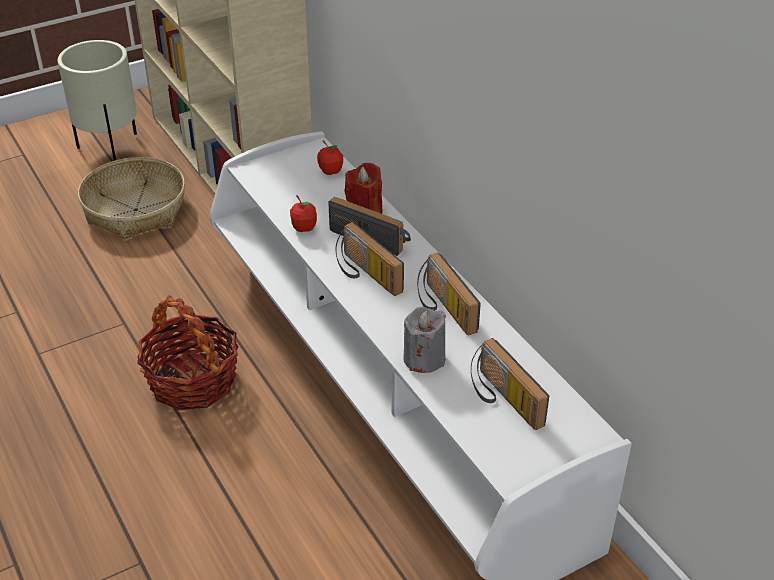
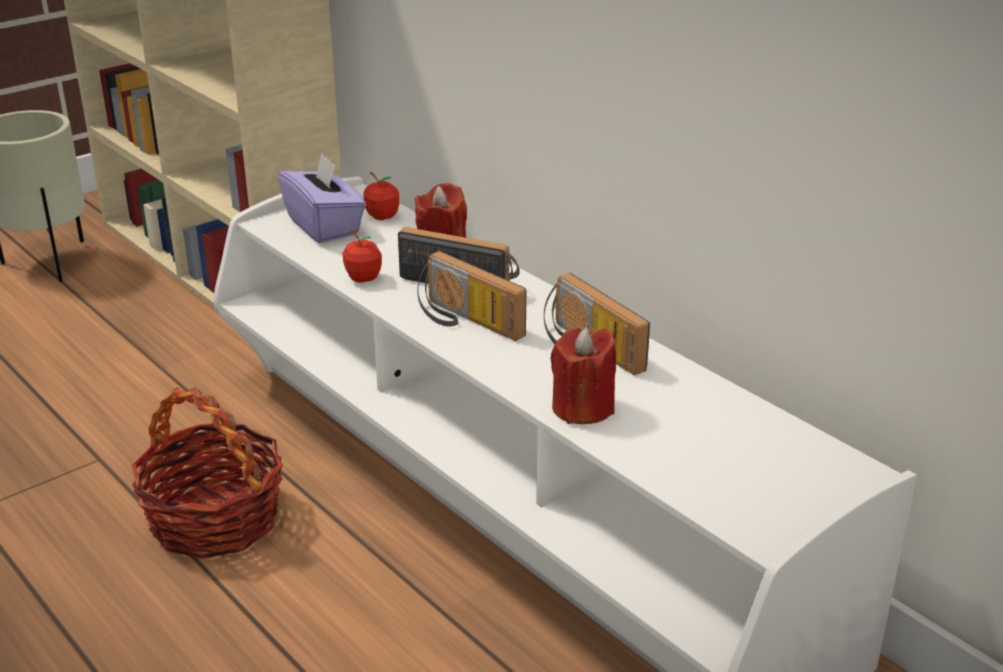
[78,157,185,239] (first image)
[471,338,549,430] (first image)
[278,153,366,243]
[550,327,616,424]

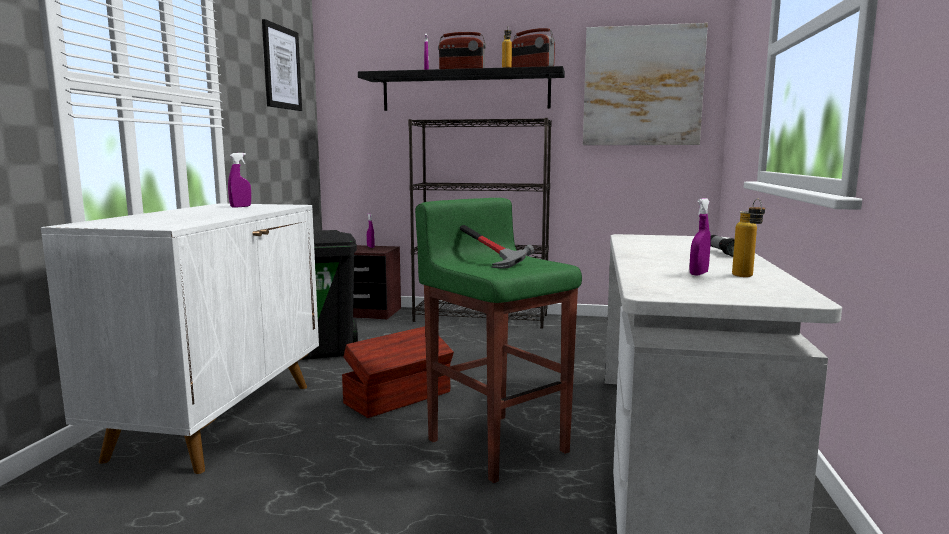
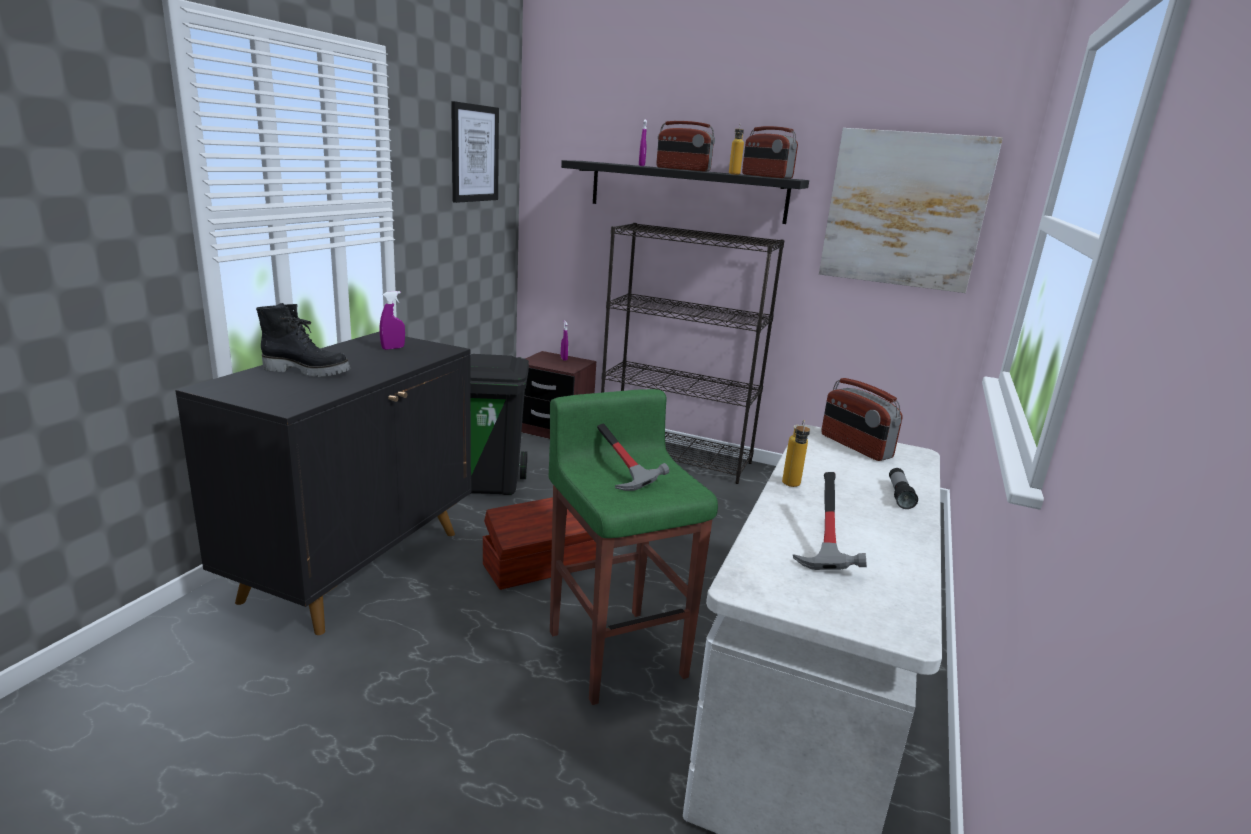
[256,303,351,377]
[821,378,903,461]
[782,420,810,487]
[793,472,867,570]
[175,331,471,635]

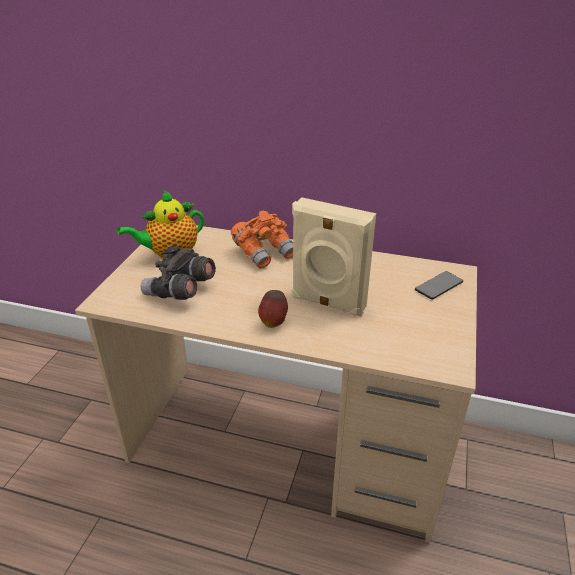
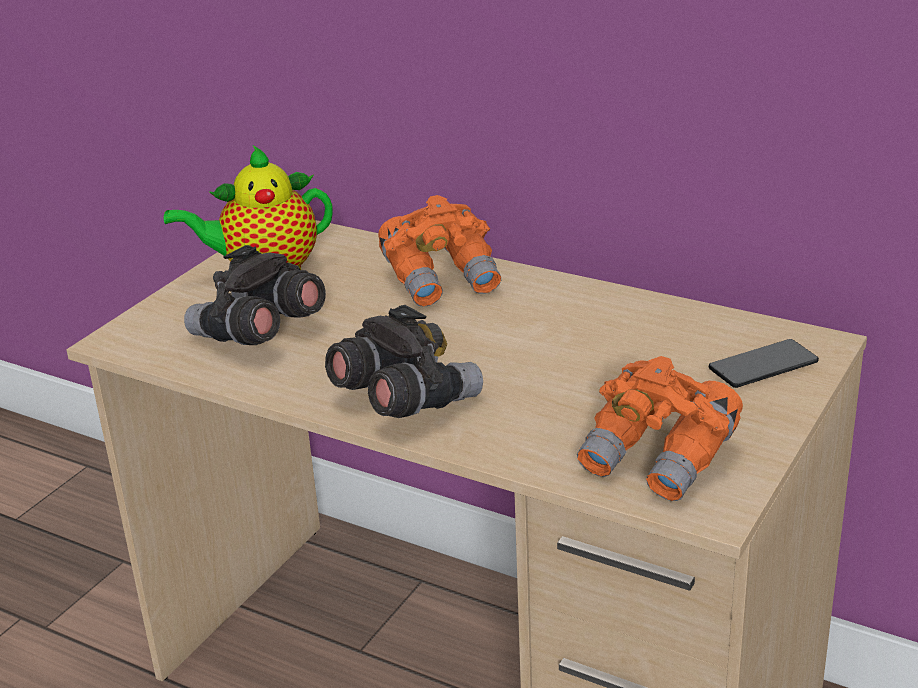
[292,197,376,317] (first image)
[577,356,743,501]
[325,305,483,418]

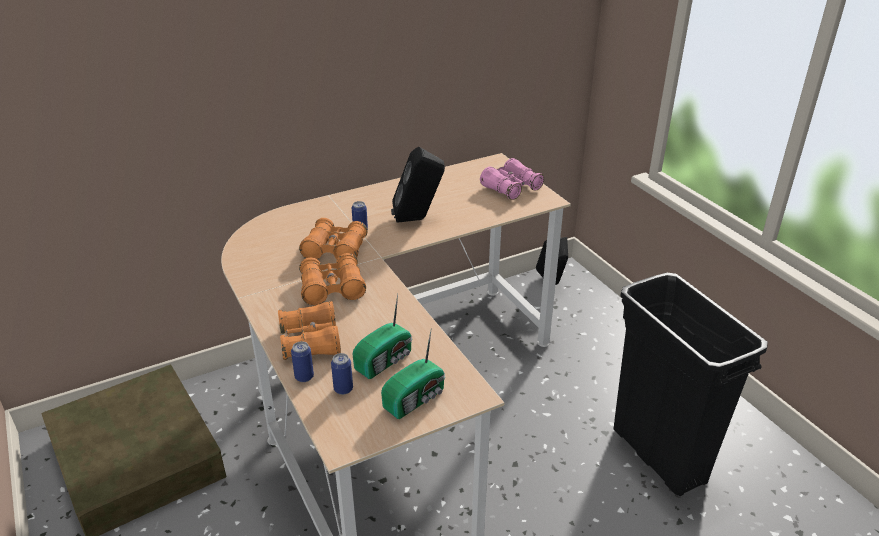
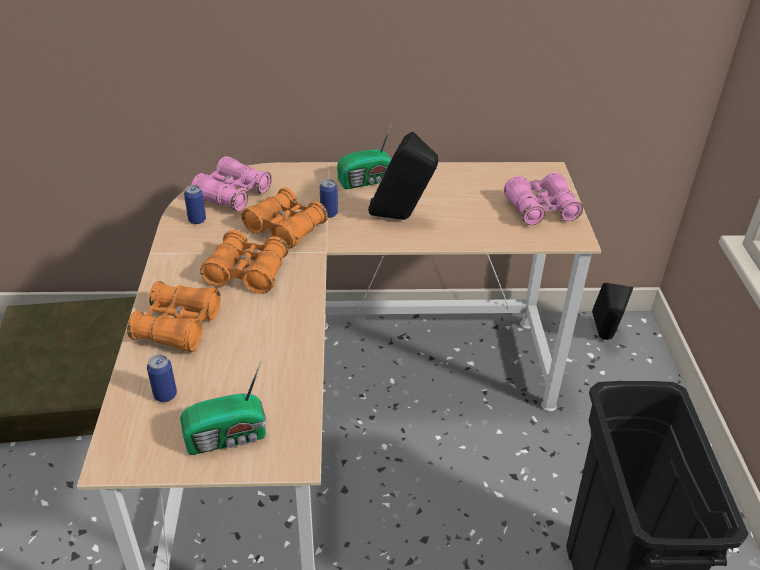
[191,156,272,212]
[184,185,206,224]
[337,125,391,189]

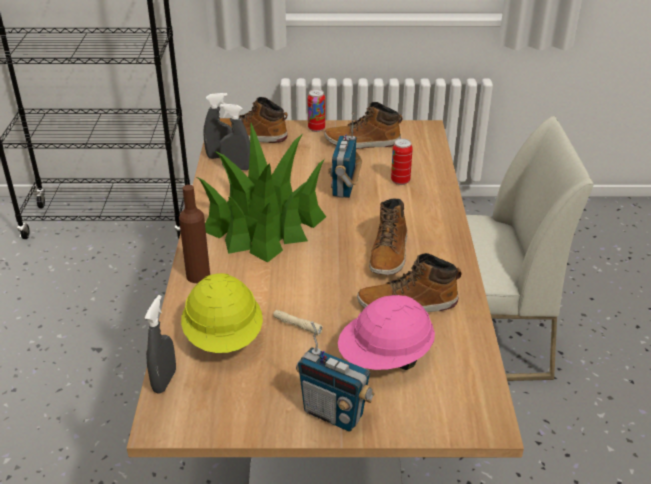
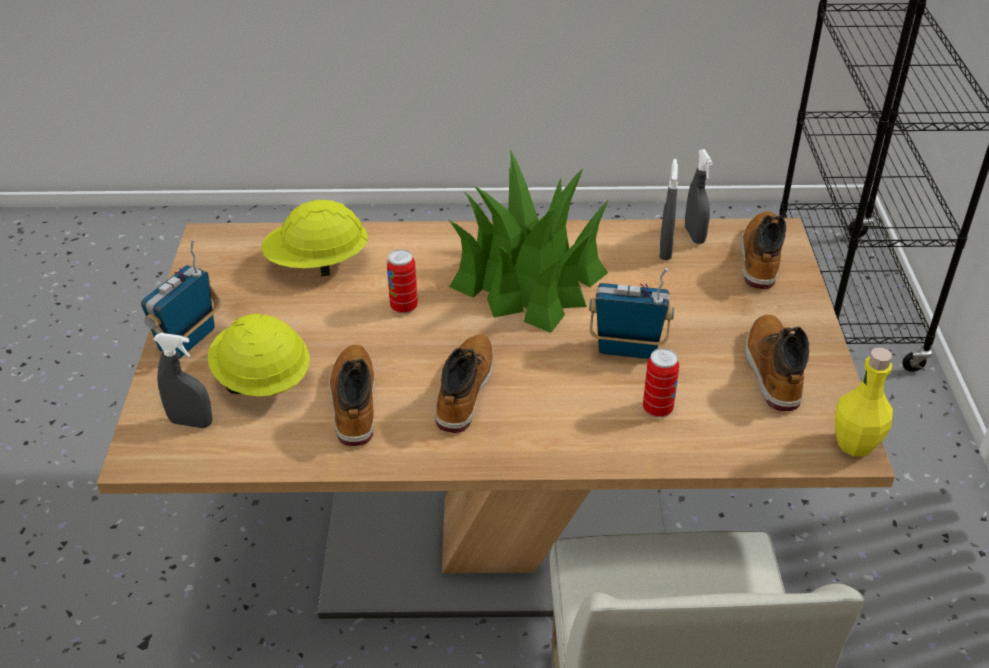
[179,185,210,283] (first image)
[273,310,323,335] (first image)
[835,348,893,457]
[153,333,212,428]
[387,249,418,314]
[208,313,310,396]
[435,335,494,433]

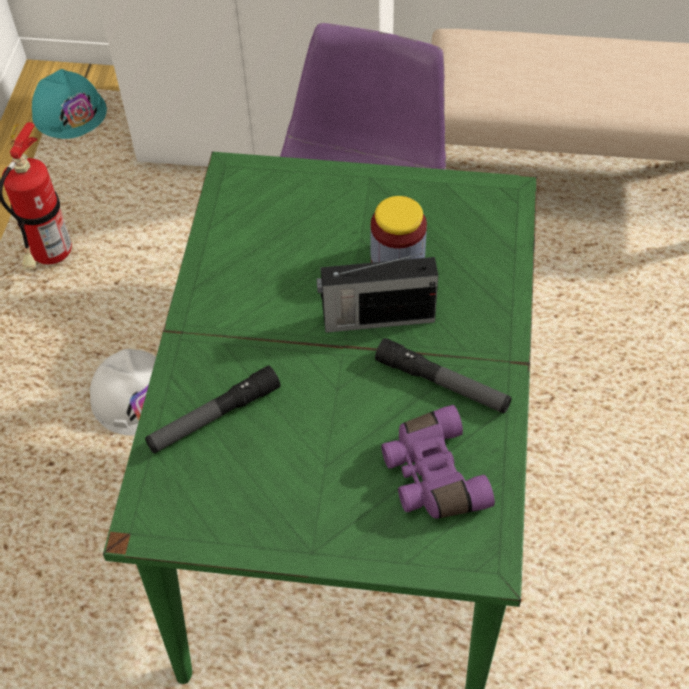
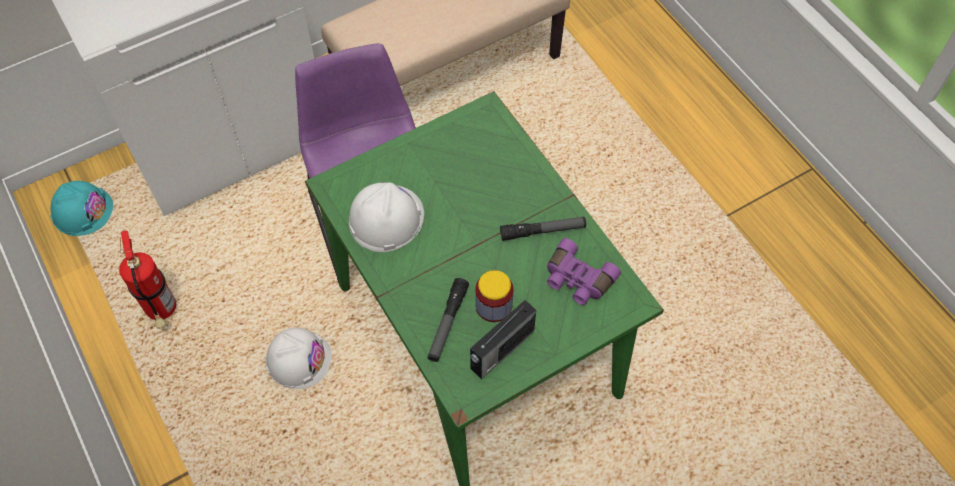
[349,182,424,252]
[470,300,536,380]
[475,270,513,322]

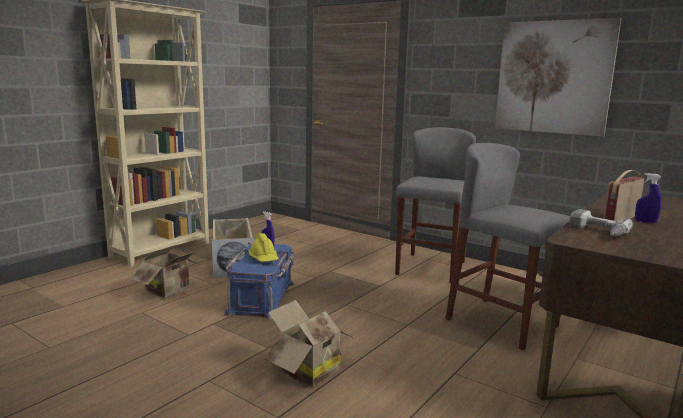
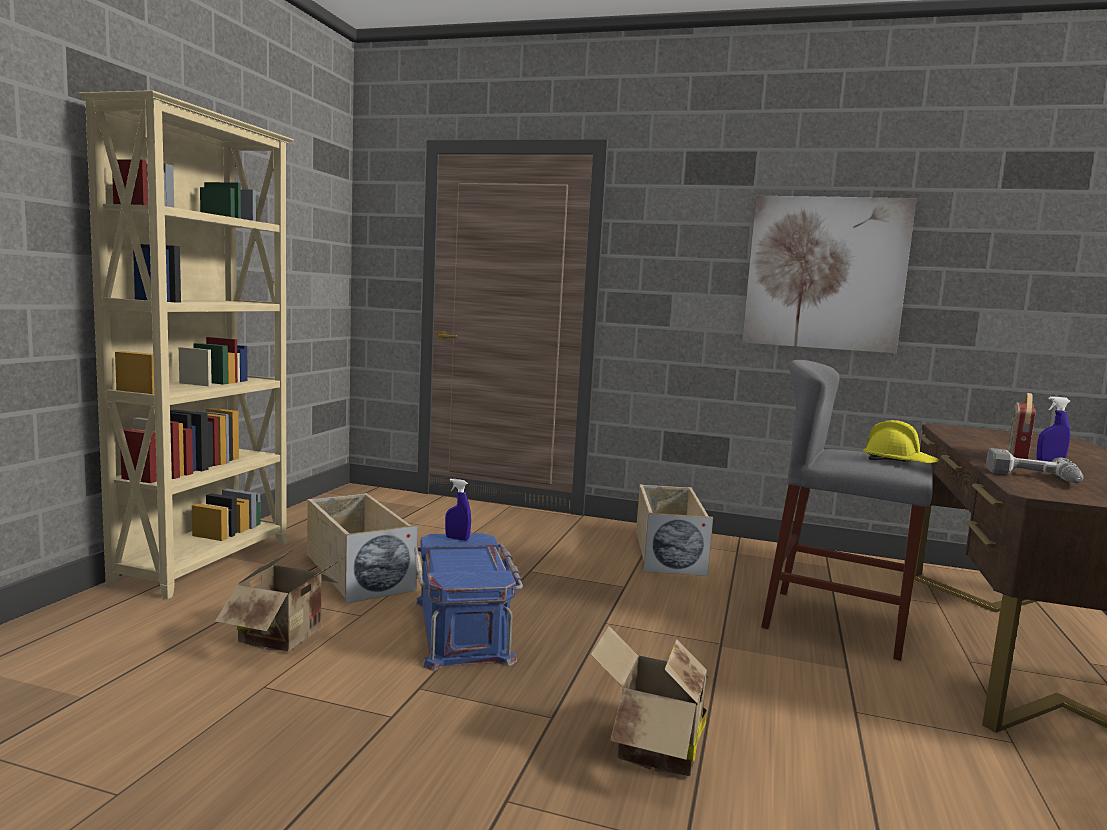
[863,420,939,463]
[636,484,713,576]

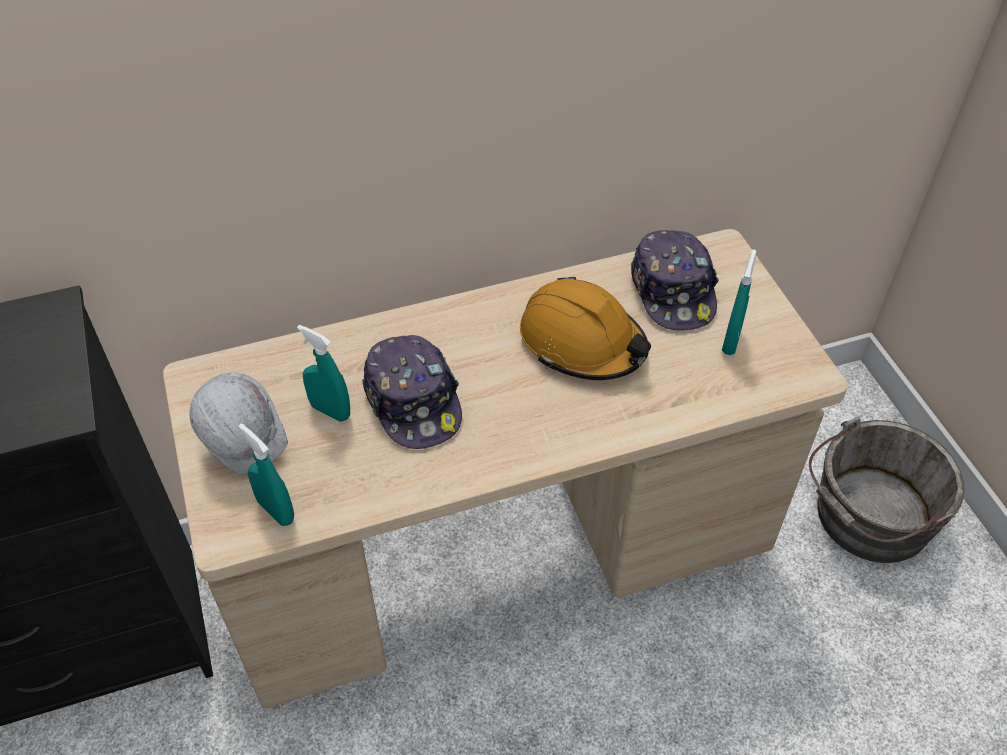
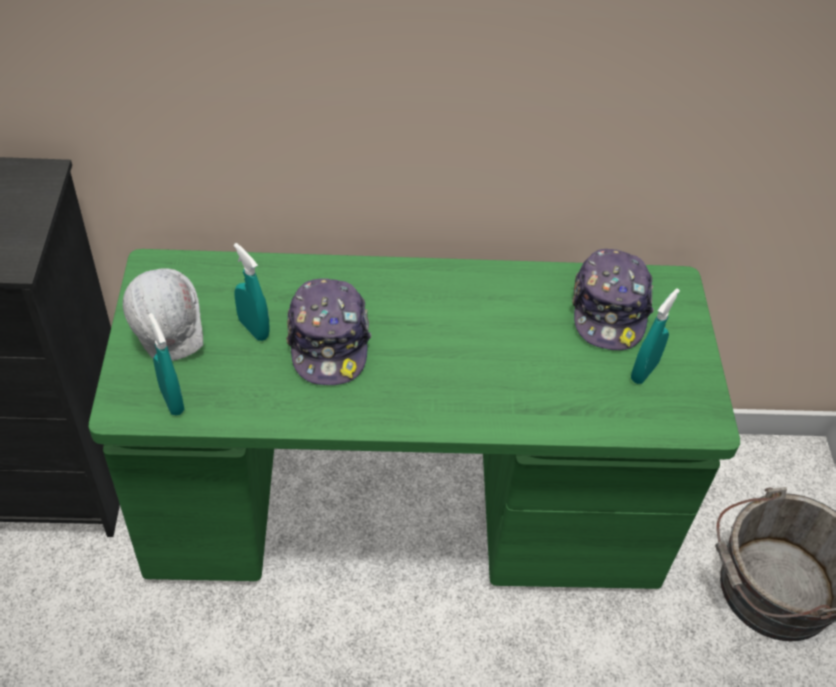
[520,277,651,380] (first image)
[89,249,740,589]

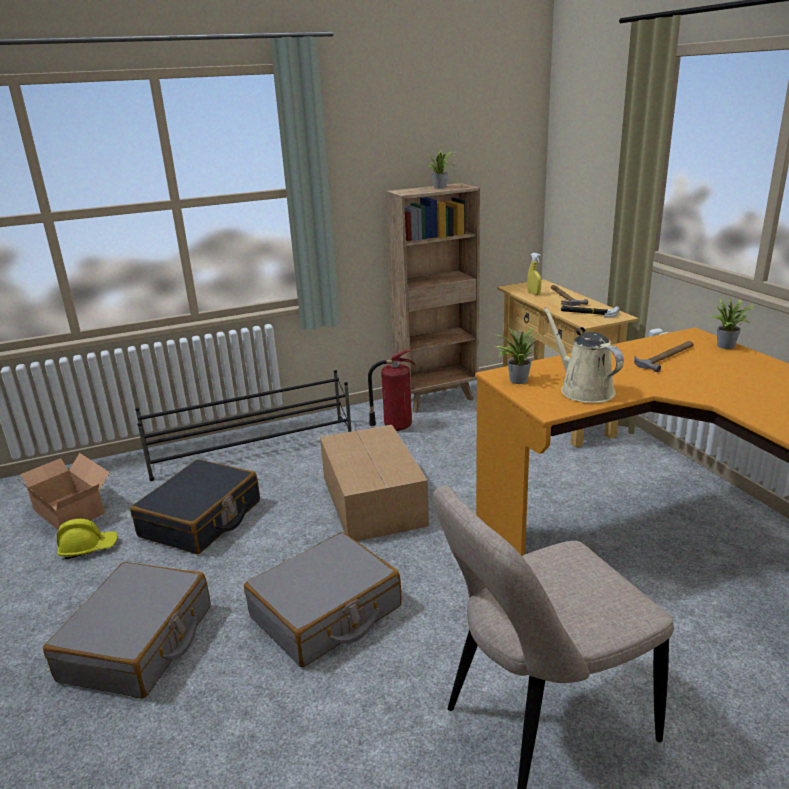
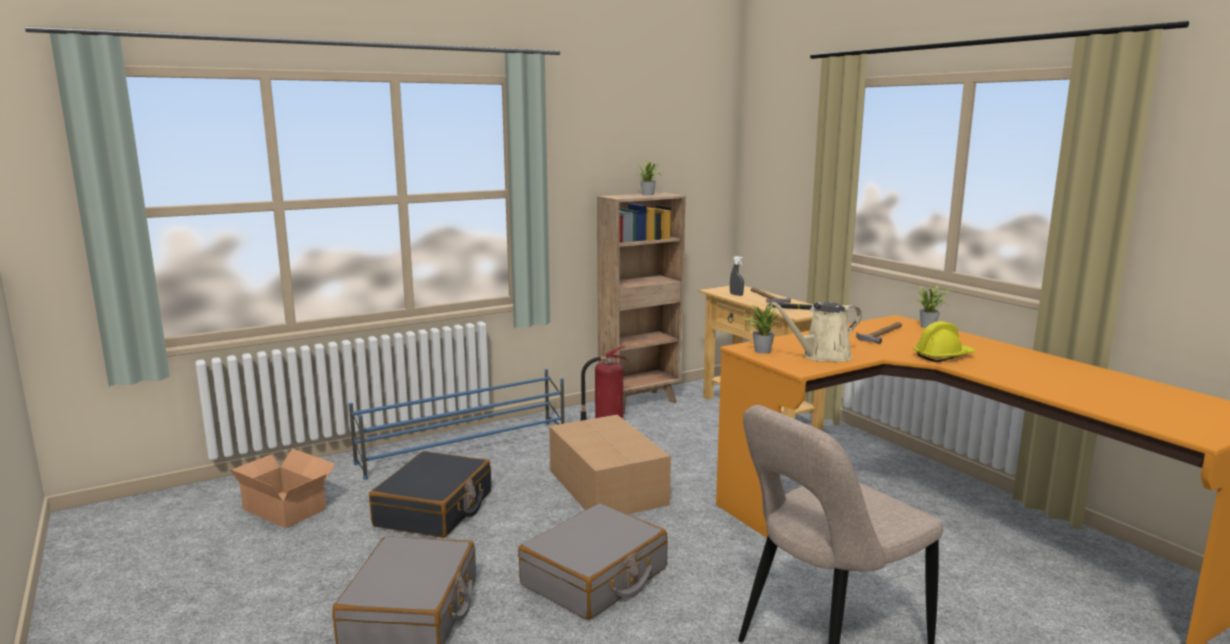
[913,321,976,362]
[349,369,564,480]
[730,256,744,296]
[771,302,862,362]

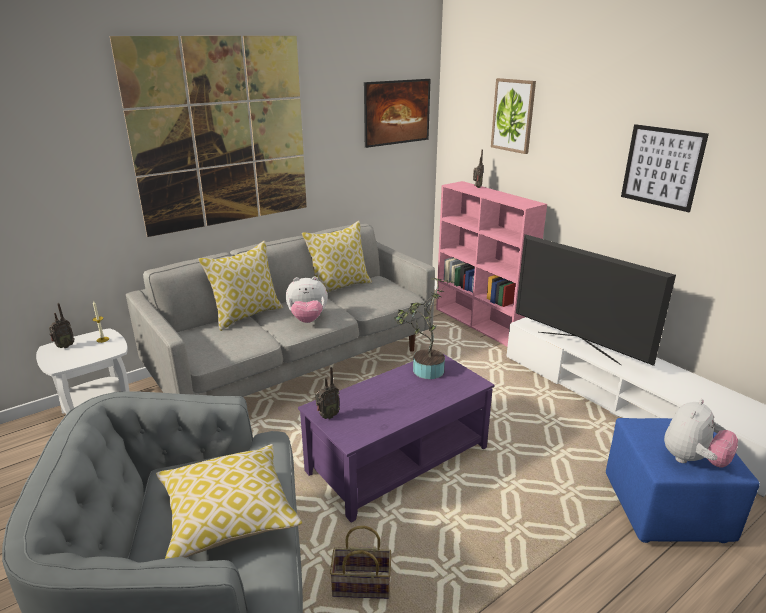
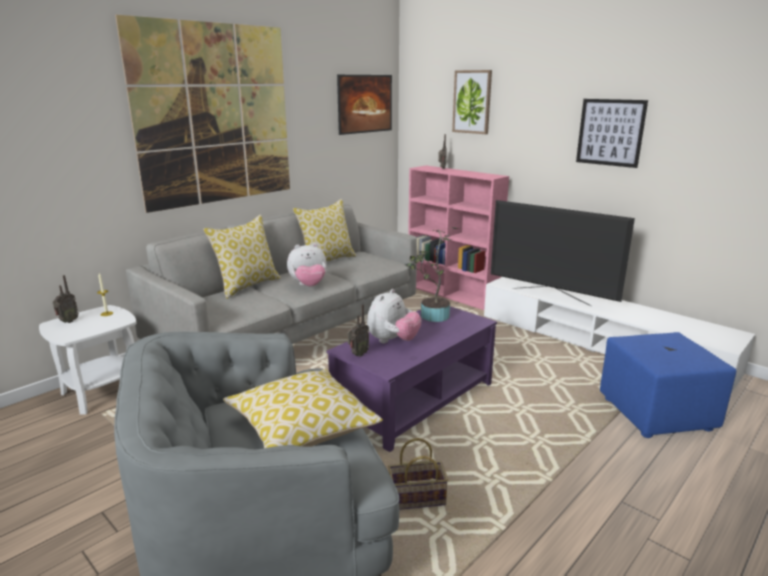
[367,289,422,343]

